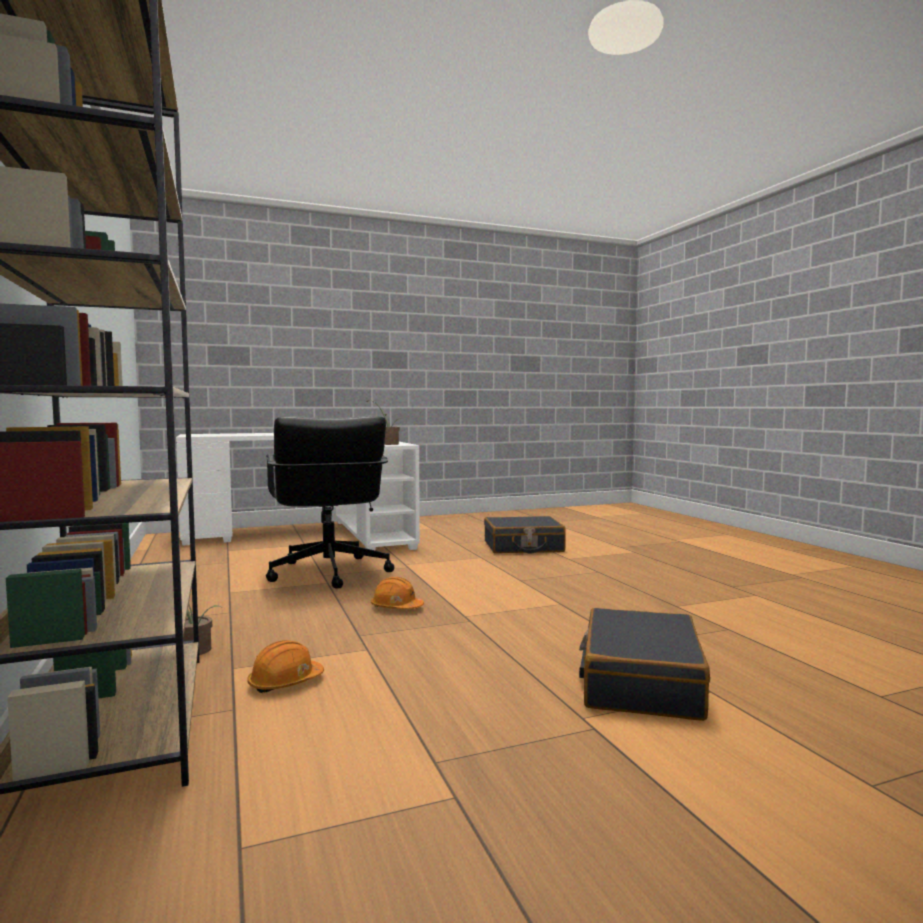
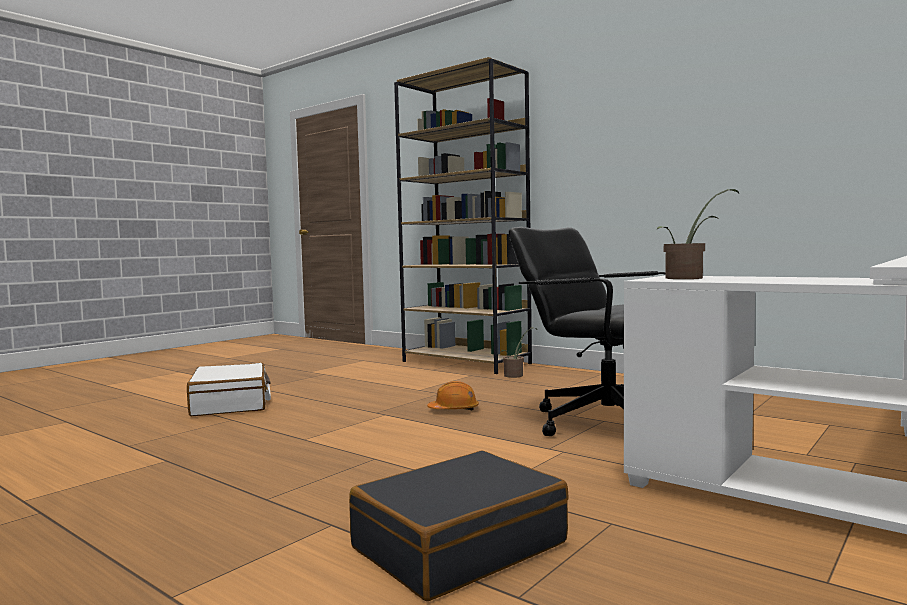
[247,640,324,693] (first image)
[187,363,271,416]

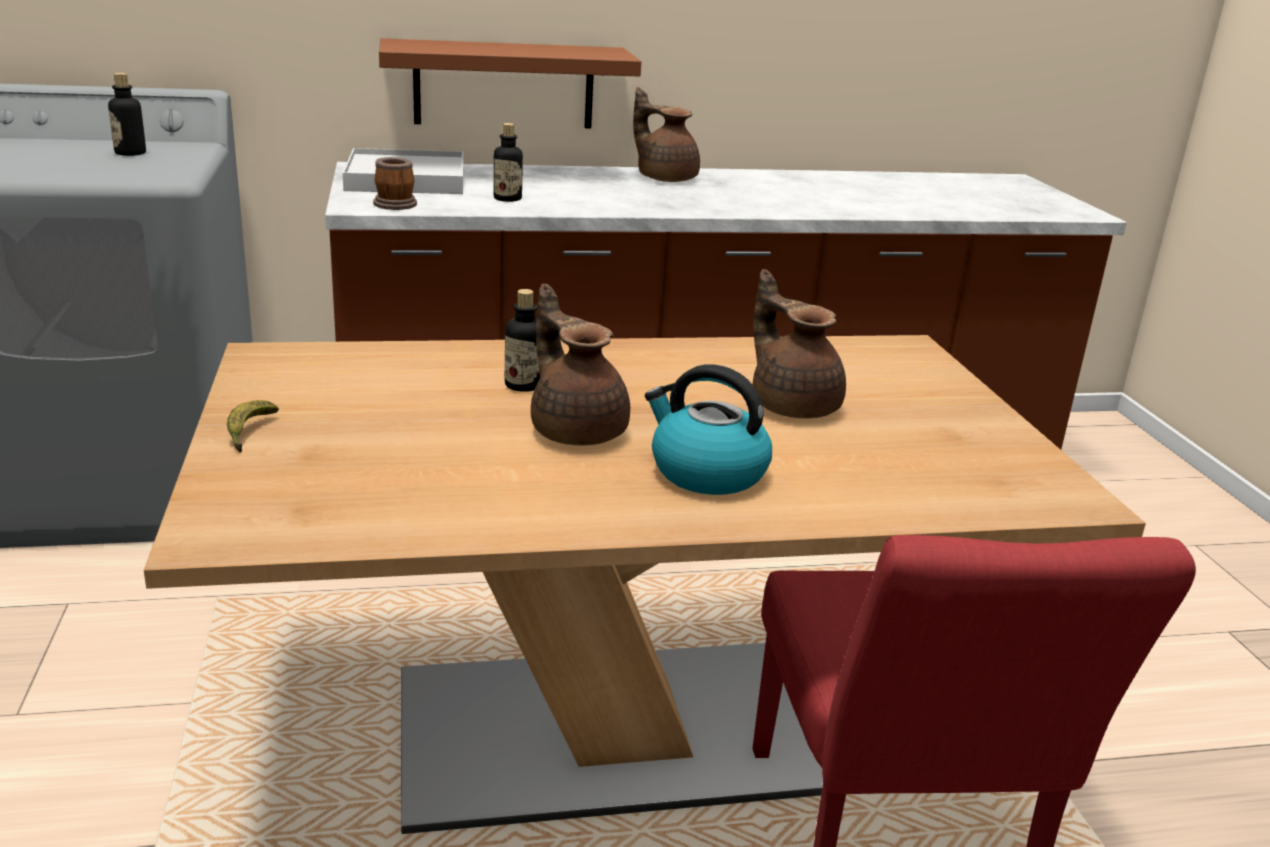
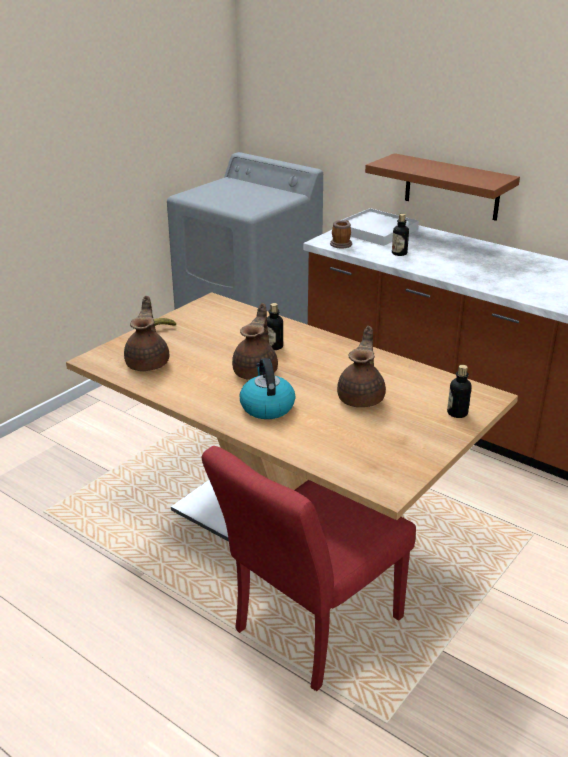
[447,365,472,418]
[124,296,169,371]

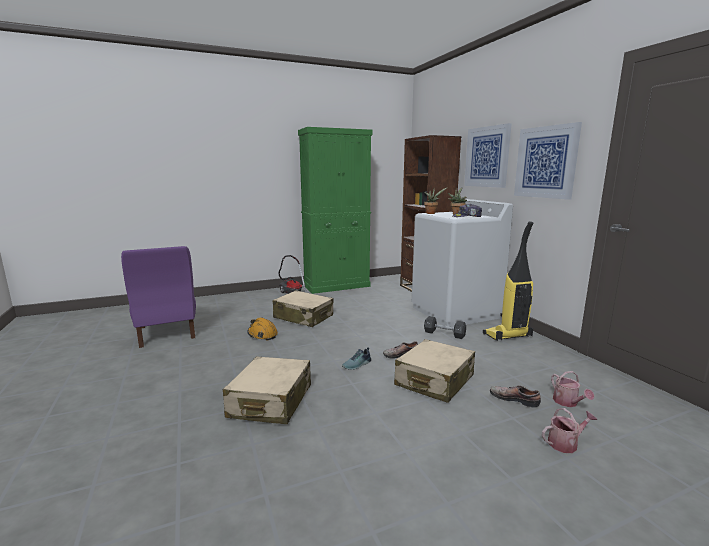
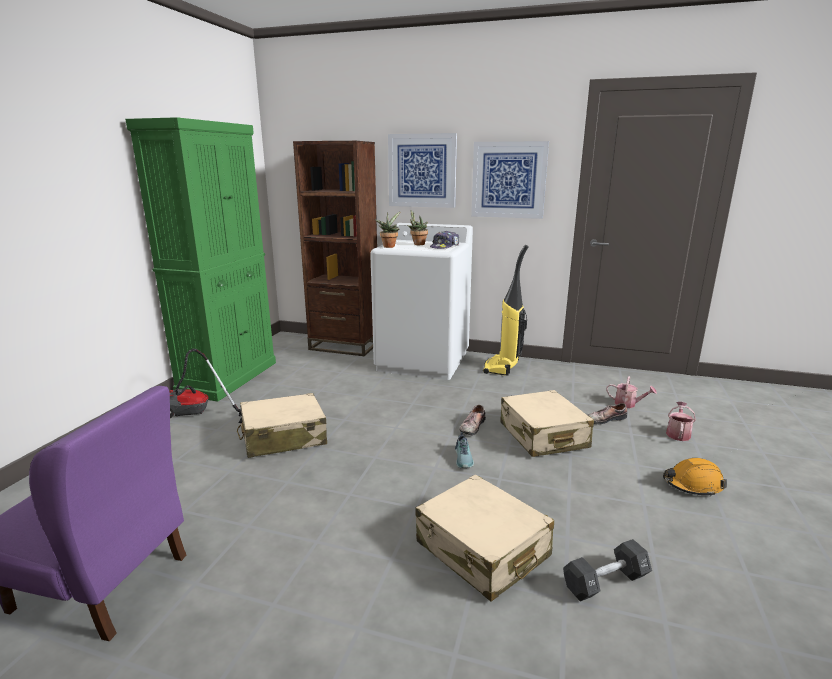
[663,458,727,497]
[563,539,652,602]

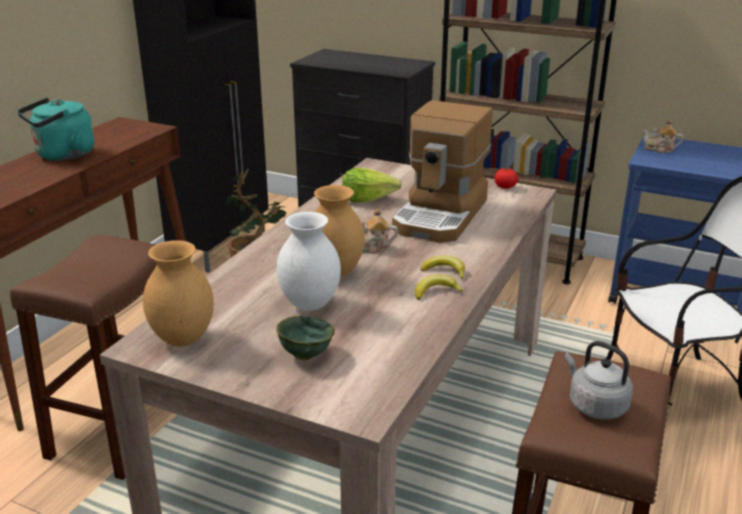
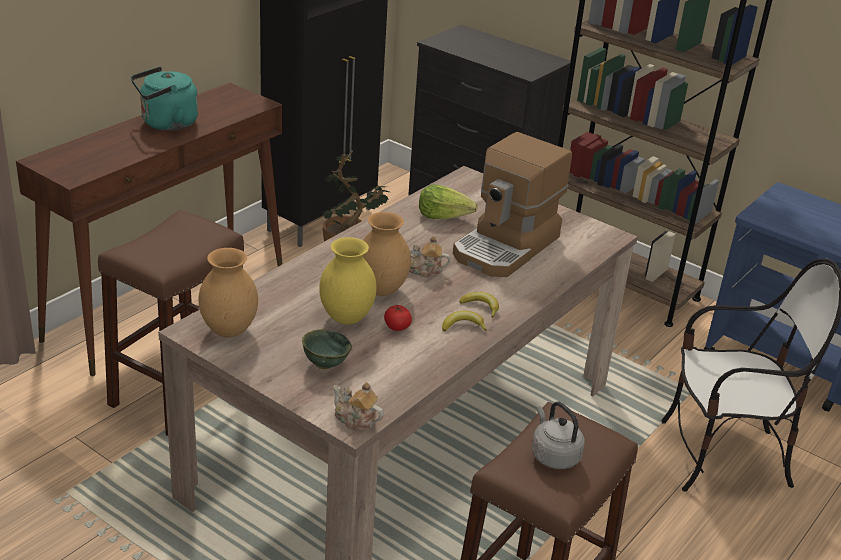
[384,305,412,331]
[333,382,384,430]
[319,237,377,325]

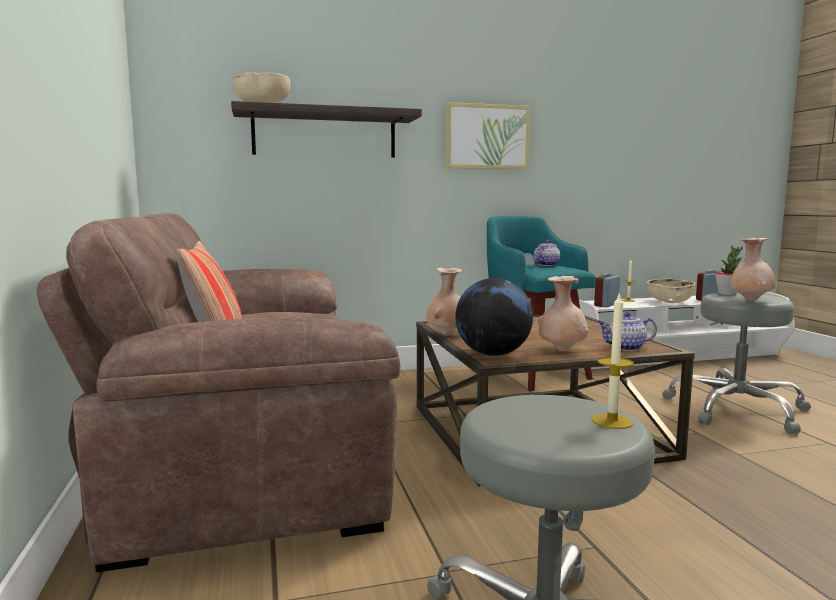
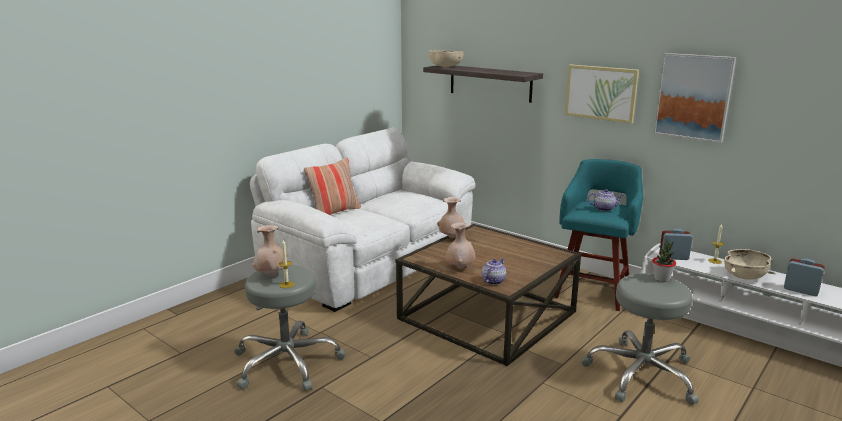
[455,278,533,356] (first image)
[654,53,736,143]
[252,225,287,277]
[250,128,475,312]
[482,258,506,285]

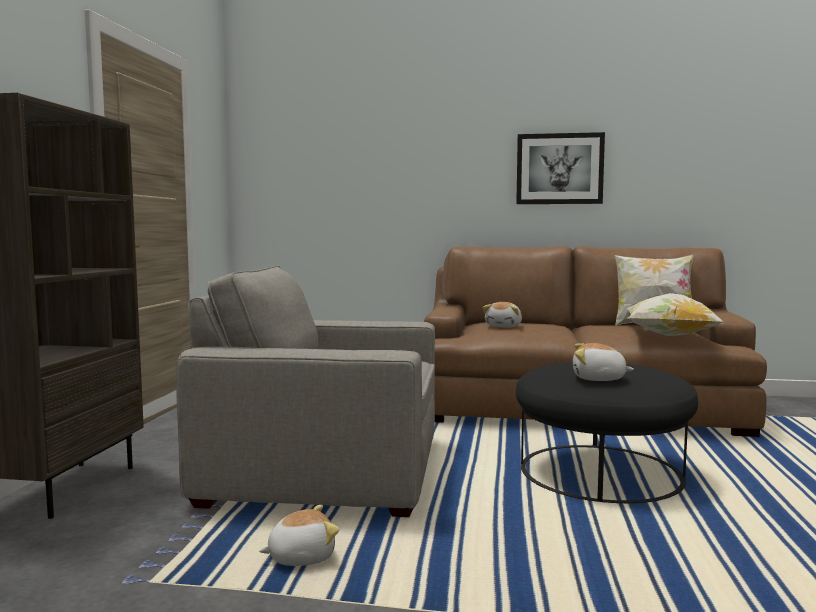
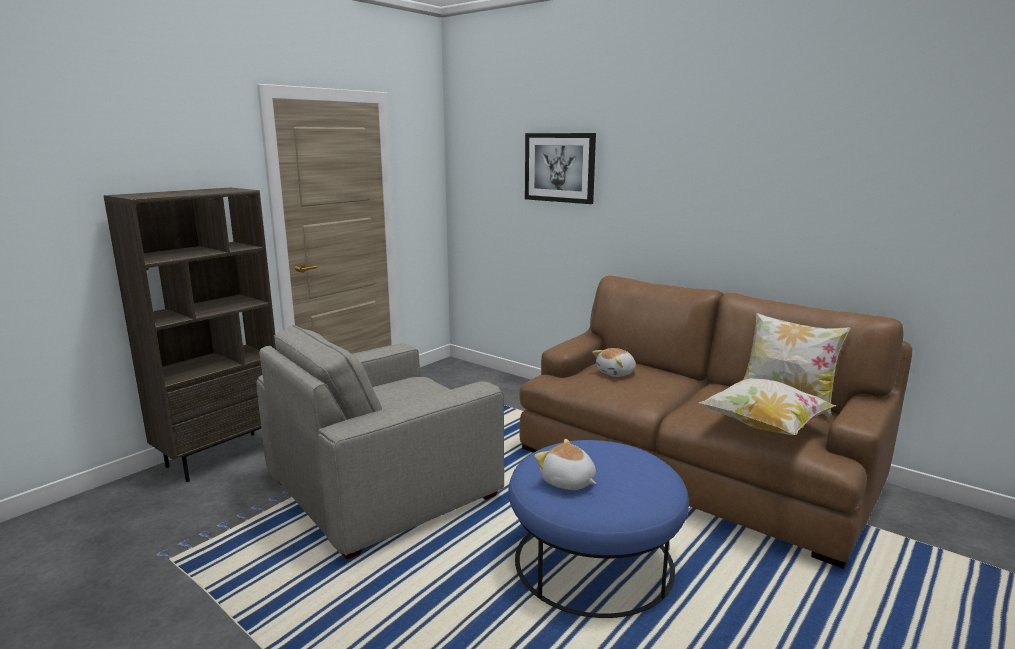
[259,505,339,566] (first image)
[525,133,596,204]
[508,440,689,618]
[256,325,504,560]

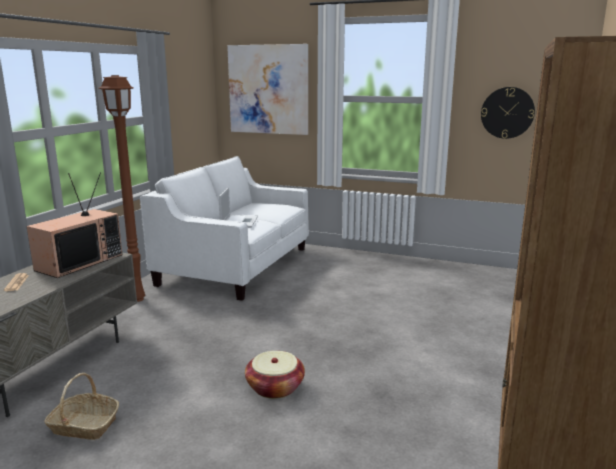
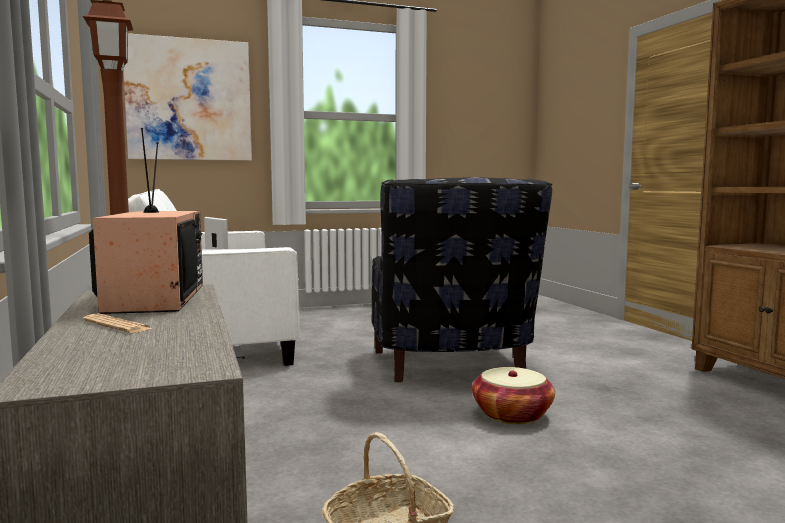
[481,87,535,139] (first image)
[371,177,552,382]

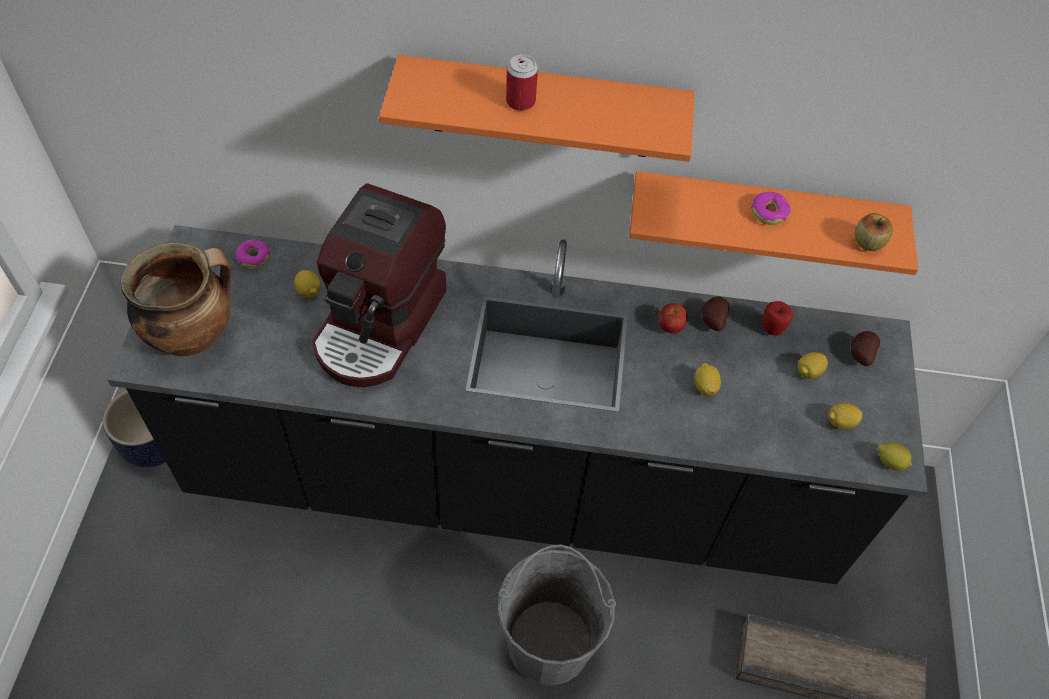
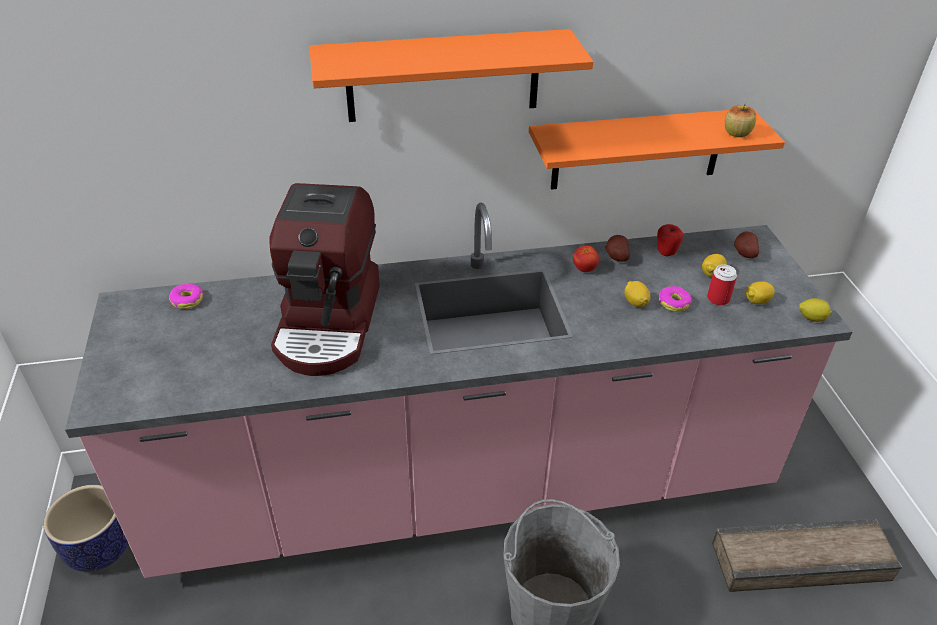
[121,243,232,356] (first image)
[294,270,321,298] (first image)
[707,265,737,306]
[659,286,692,312]
[65,203,852,578]

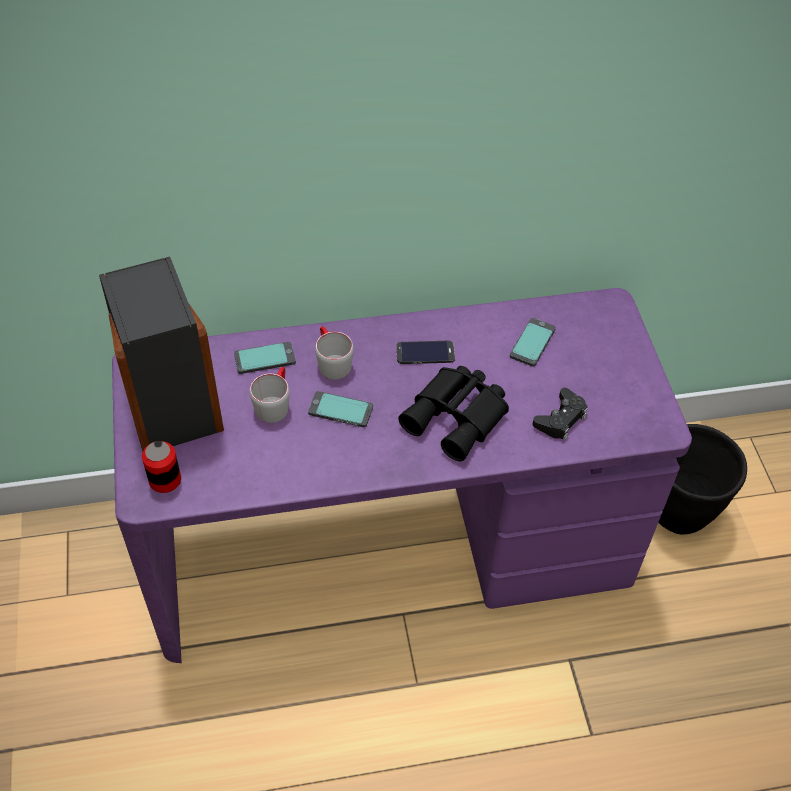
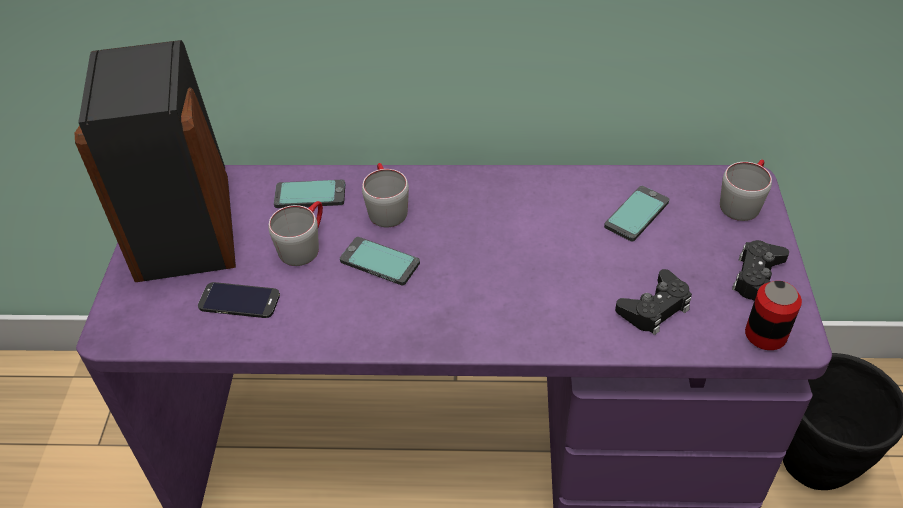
[398,366,509,461] (first image)
[720,160,772,221]
[732,240,789,301]
[745,281,802,350]
[198,282,280,318]

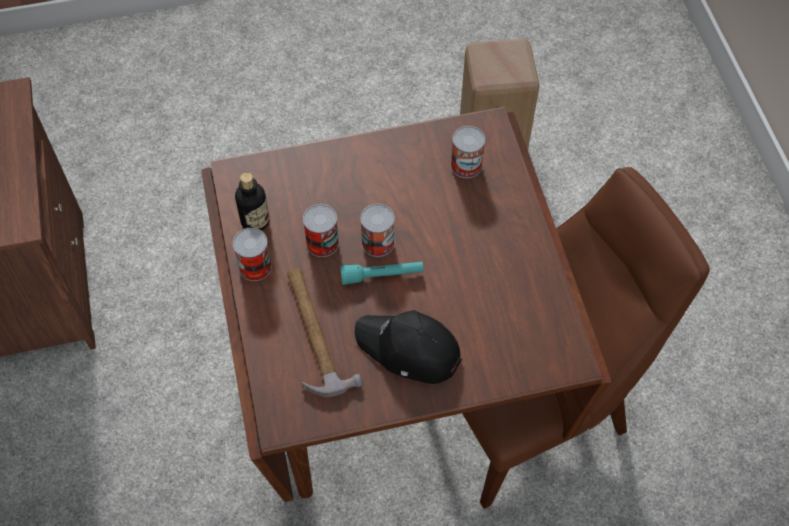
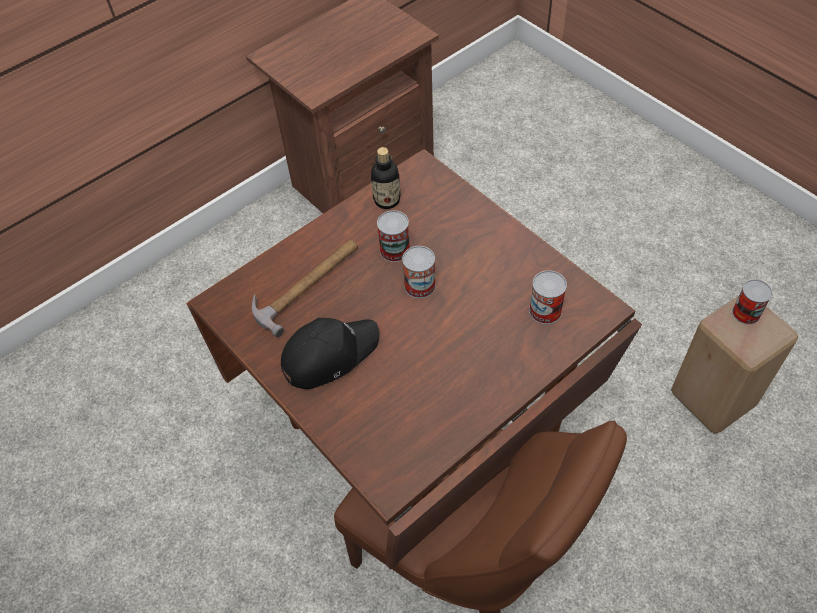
[340,262,423,285] (first image)
[732,279,773,325]
[281,318,379,389]

